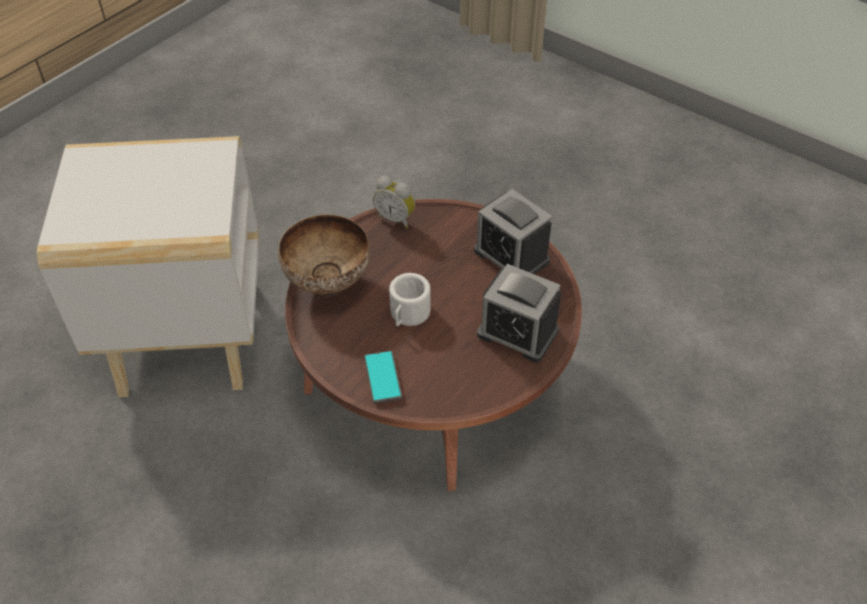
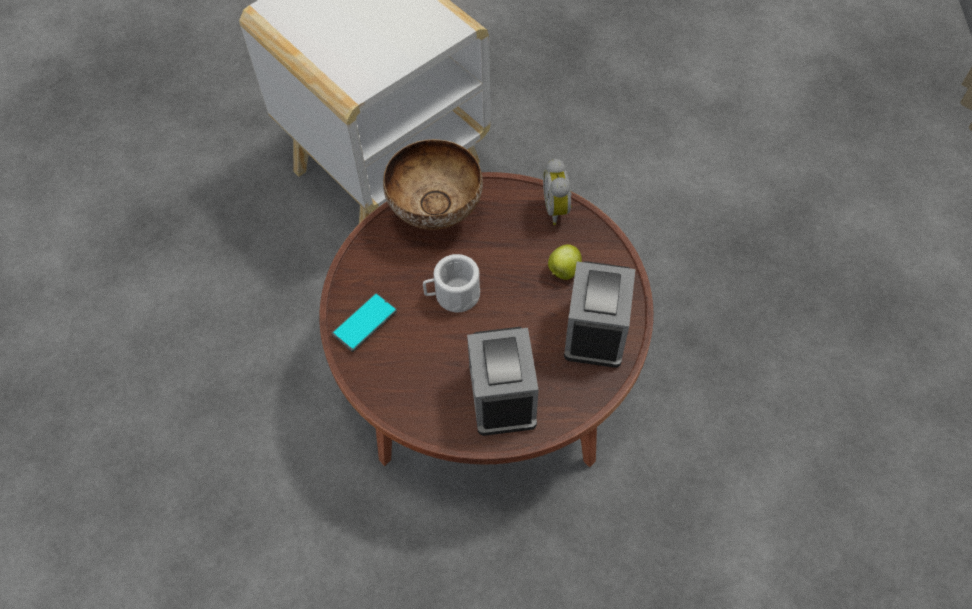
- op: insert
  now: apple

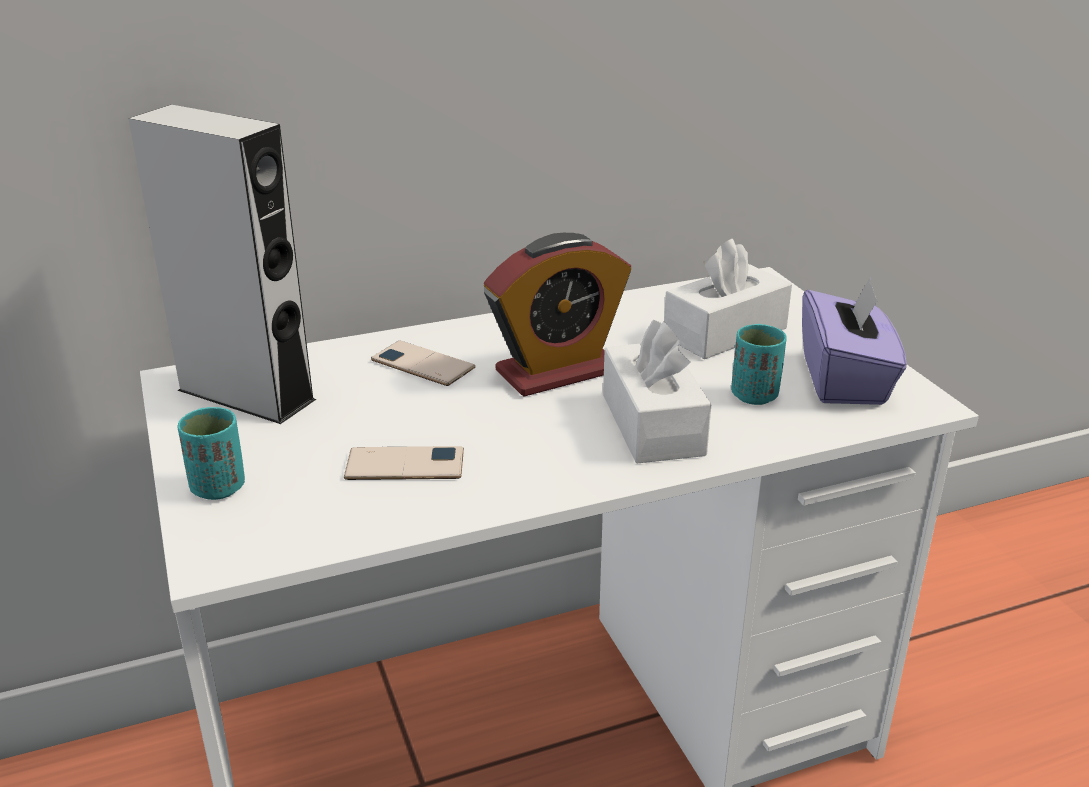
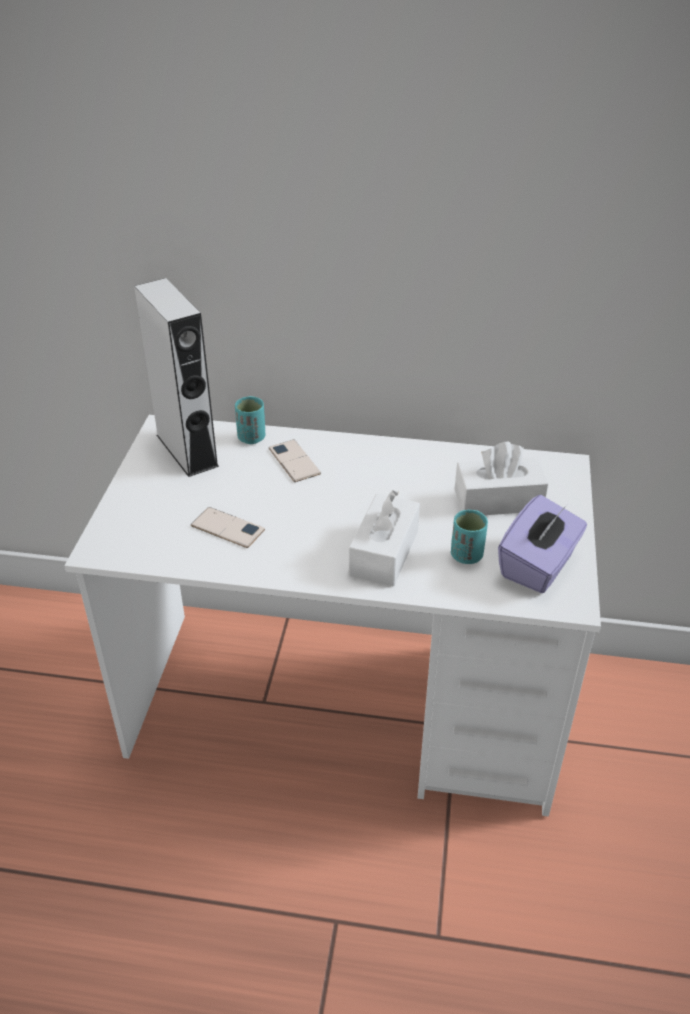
- op: delete
  was: table clock
- op: move
  was: blue-green drinking cup (1st from left)

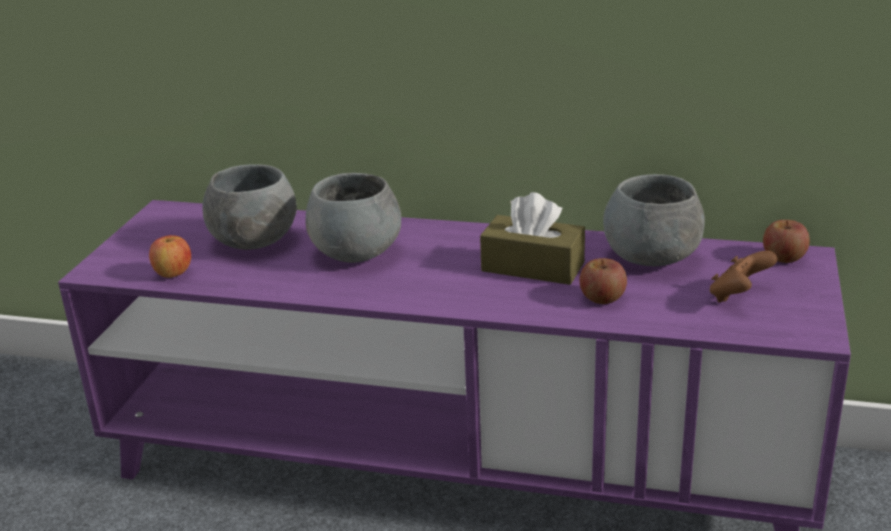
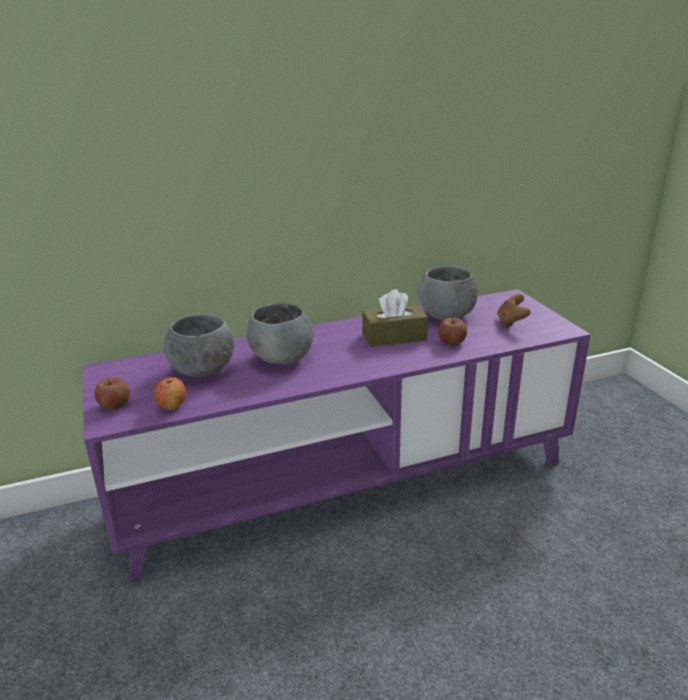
- op: move
  was: apple (3rd from left in the first image)
  now: apple (1st from left)

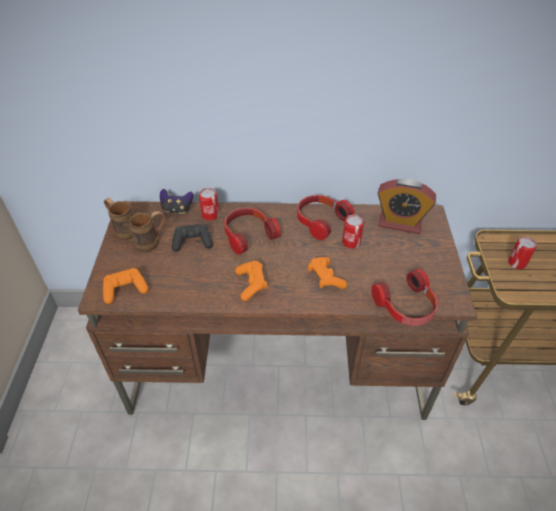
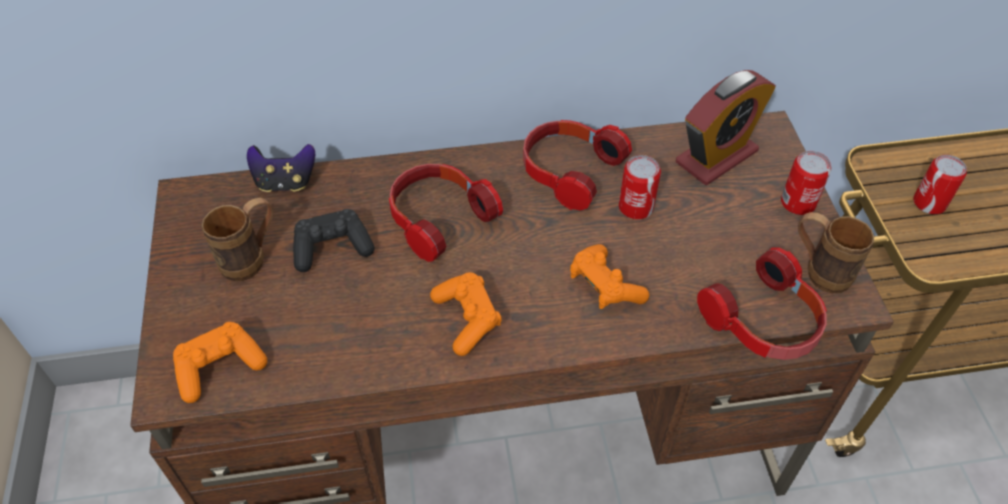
- op: rotate
  was: table clock
  clockwise: -45
- op: move
  was: sealed can (1st from left in the first image)
  now: sealed can (2nd from left)
- op: move
  was: brown-coloured tea mug (1st from left in the first image)
  now: brown-coloured tea mug (2nd from left)

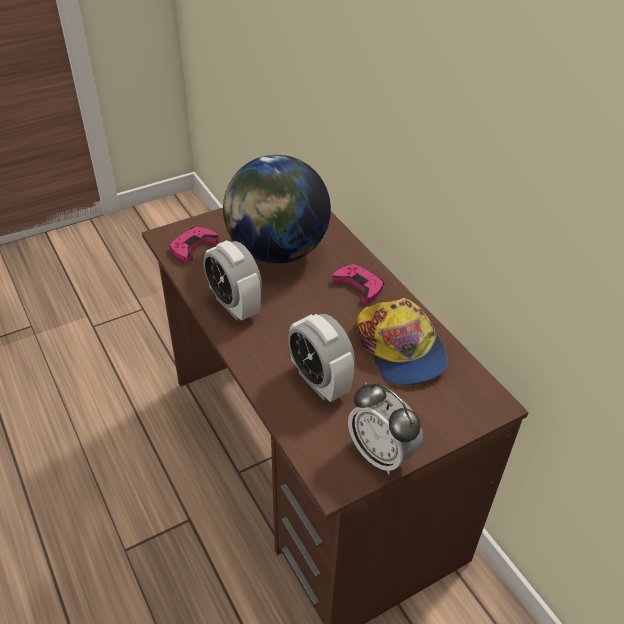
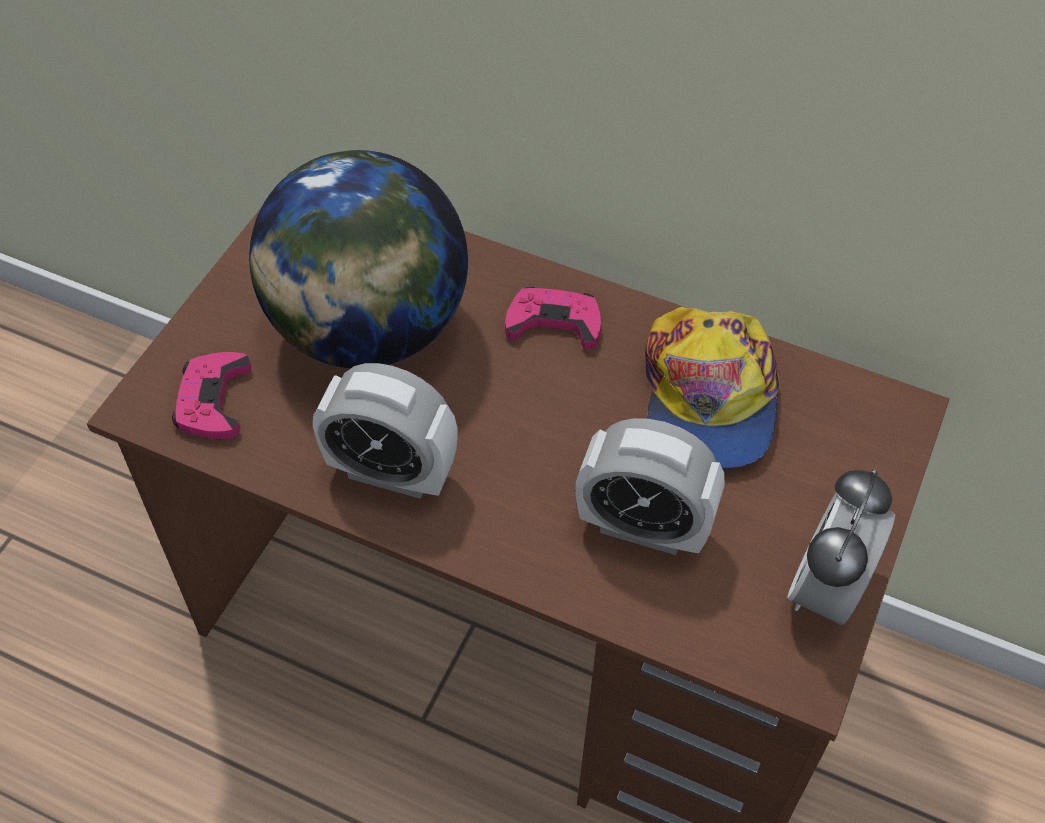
- op: rotate
  was: cap
  clockwise: 60
- op: rotate
  was: table clock (3rd from left)
  clockwise: 105

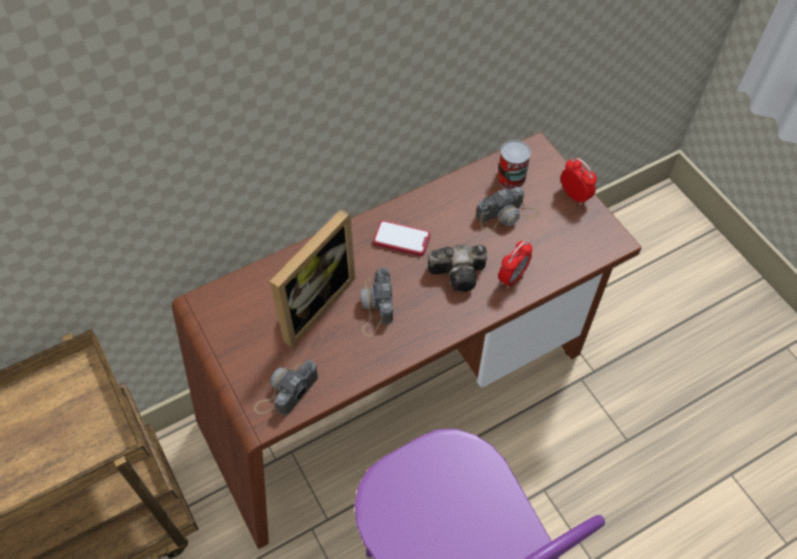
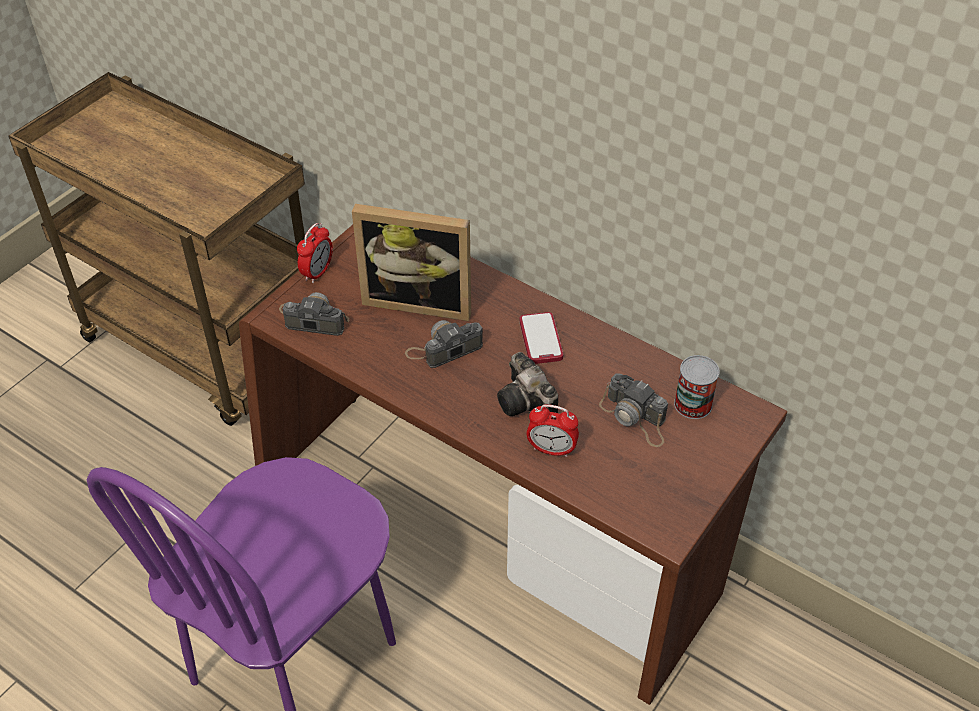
- op: move
  was: table clock (2nd from left in the first image)
  now: table clock (1st from left)

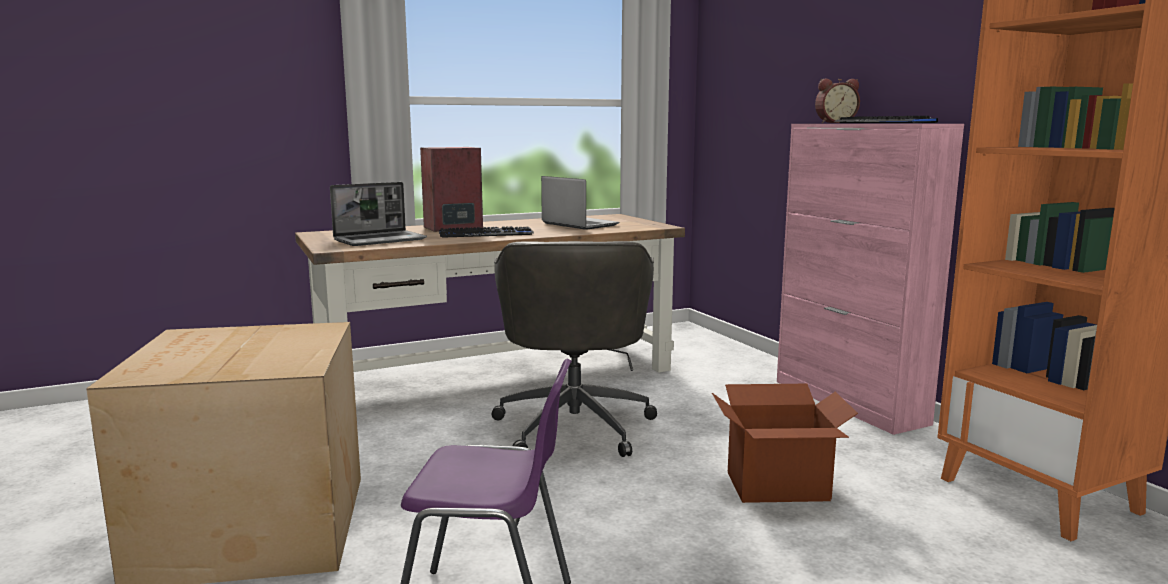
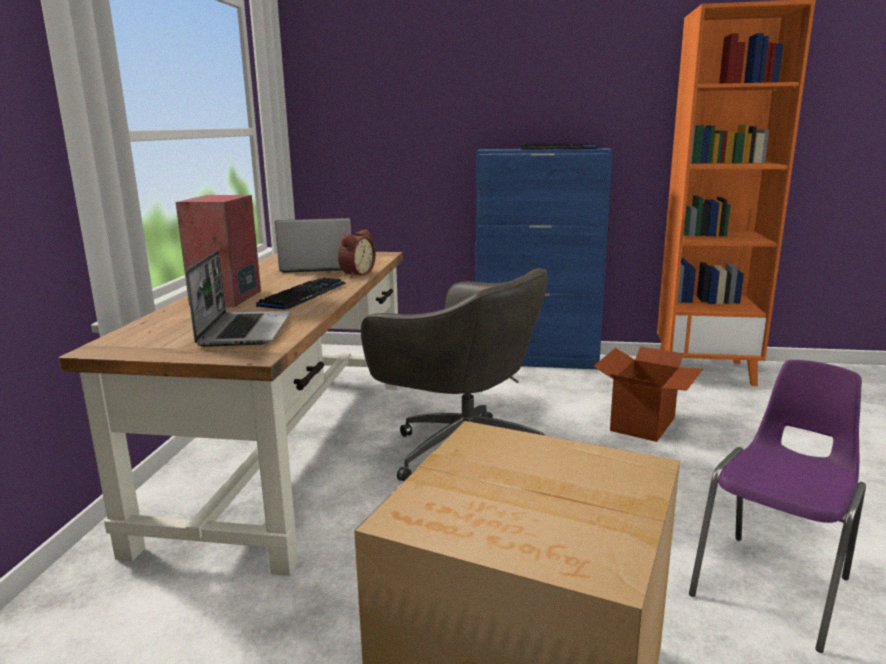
- op: move
  was: table clock
- op: recolor
  was: pink-coloured cupboard
  now: blue-coloured cupboard

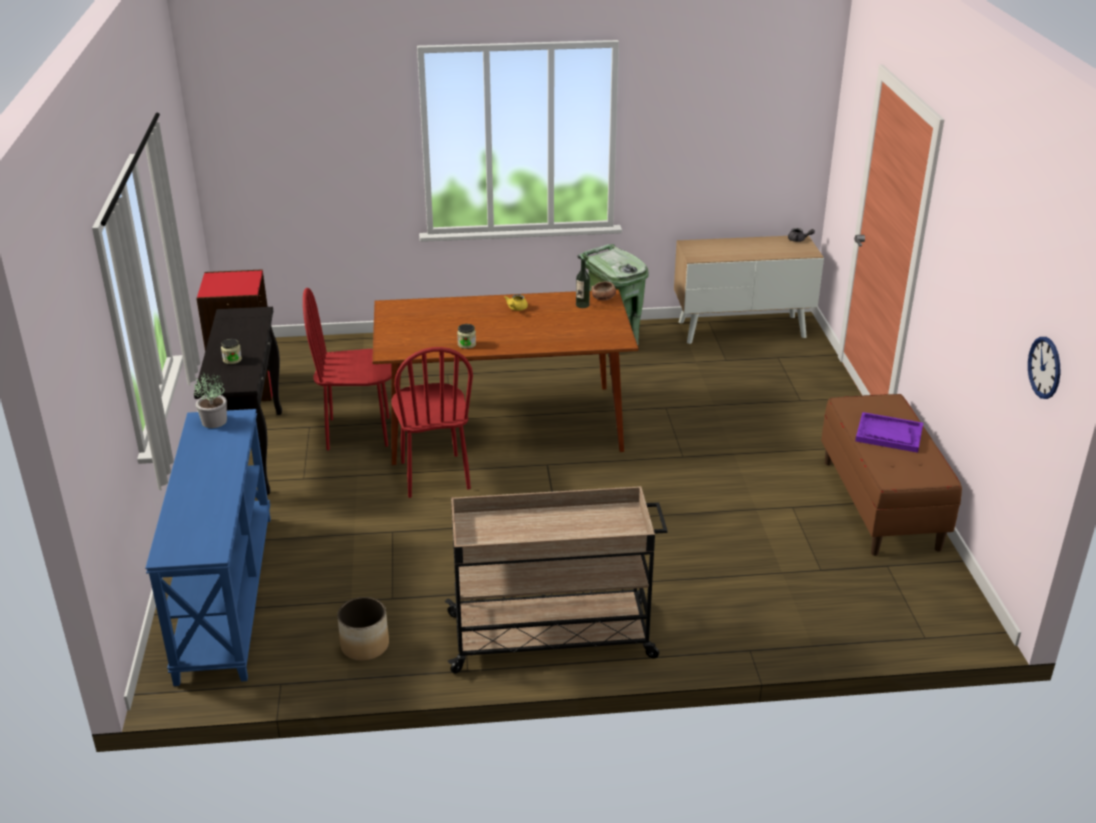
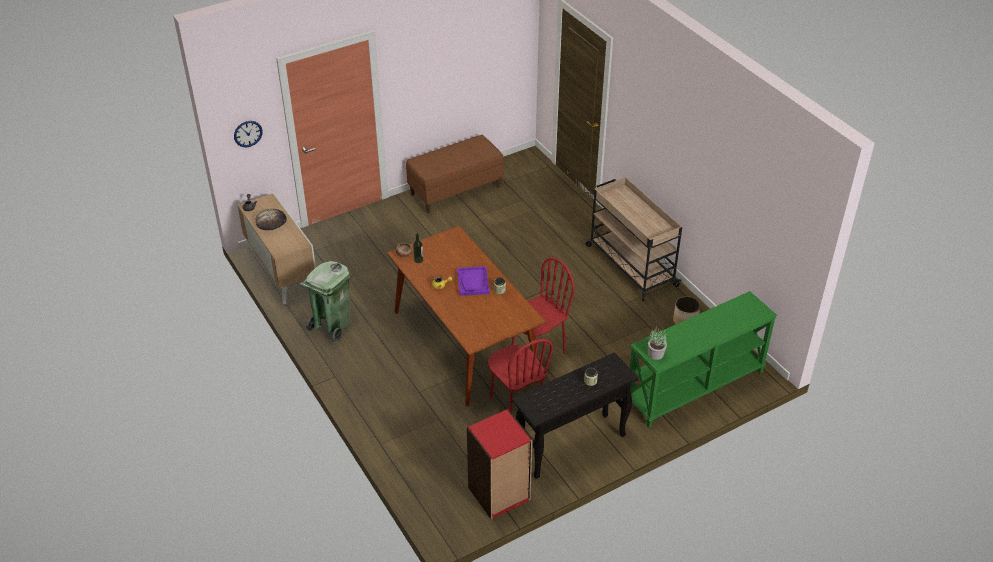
- op: move
  was: hanging clock
- op: recolor
  was: blue-coloured hall table
  now: greenish hall table
- op: move
  was: purple-coloured tray
- op: insert
  now: baked bread

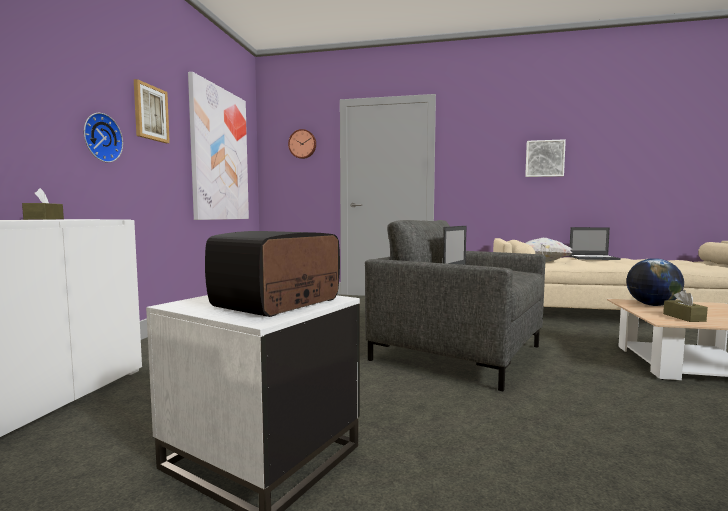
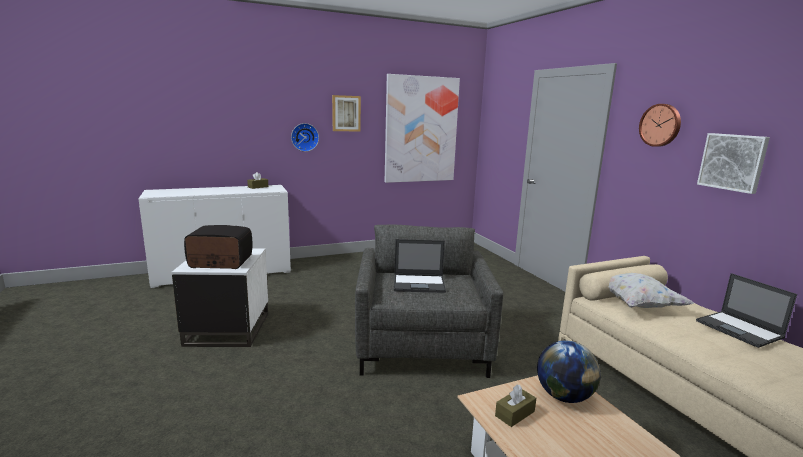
- op: move
  was: hanging clock (2nd from left)

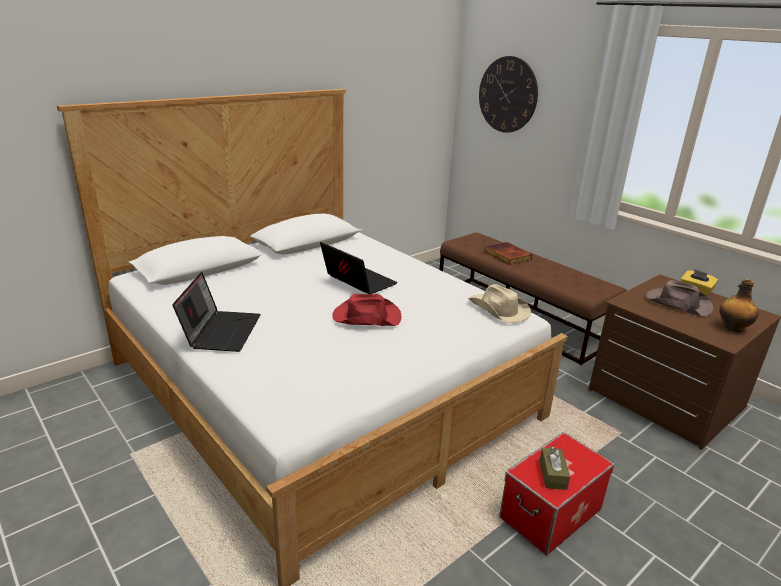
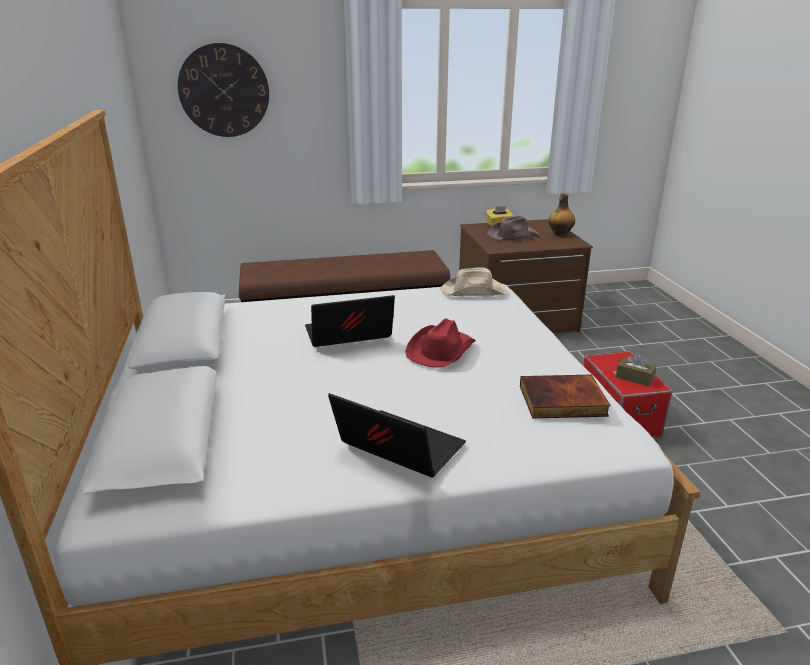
- op: move
  was: bound book

